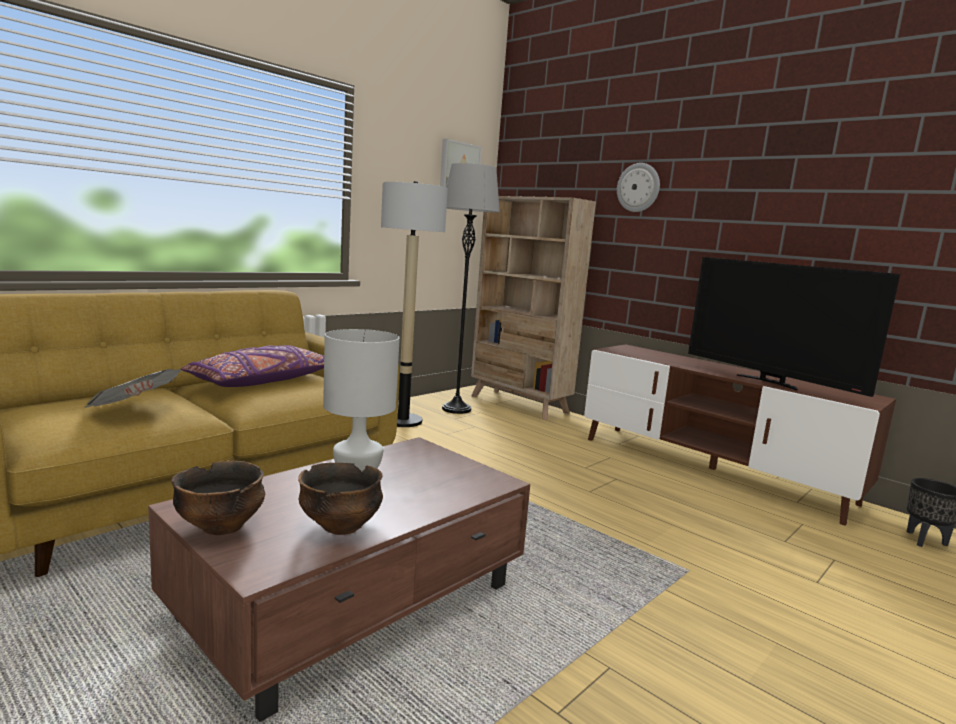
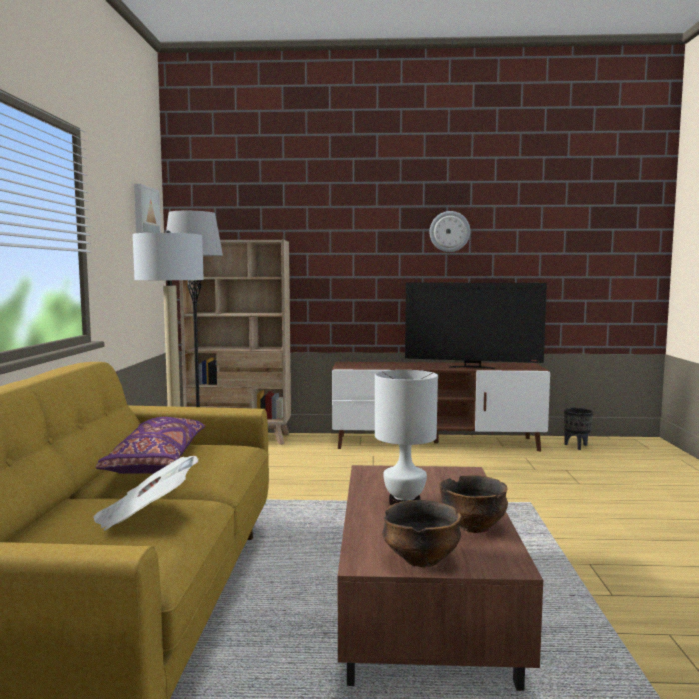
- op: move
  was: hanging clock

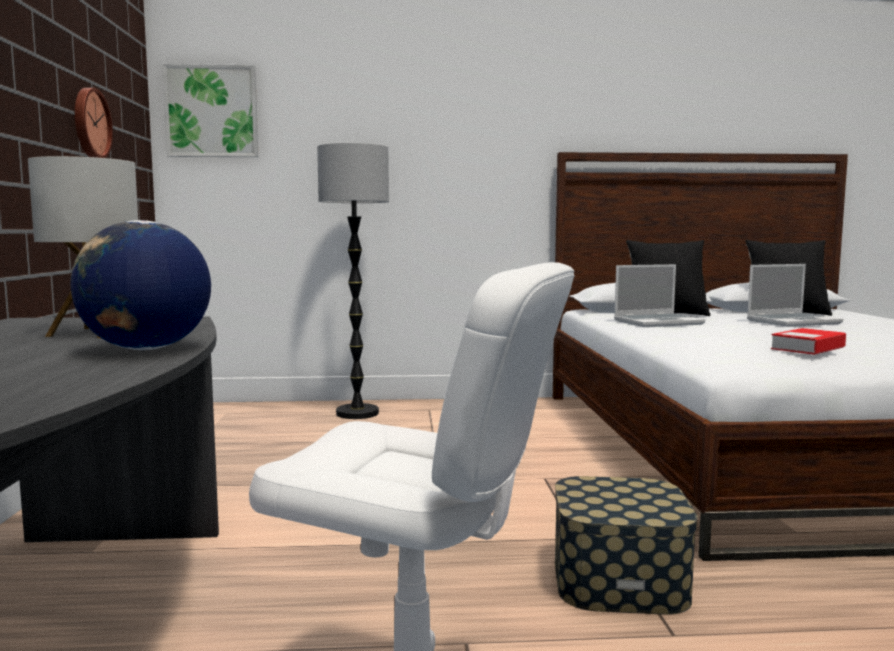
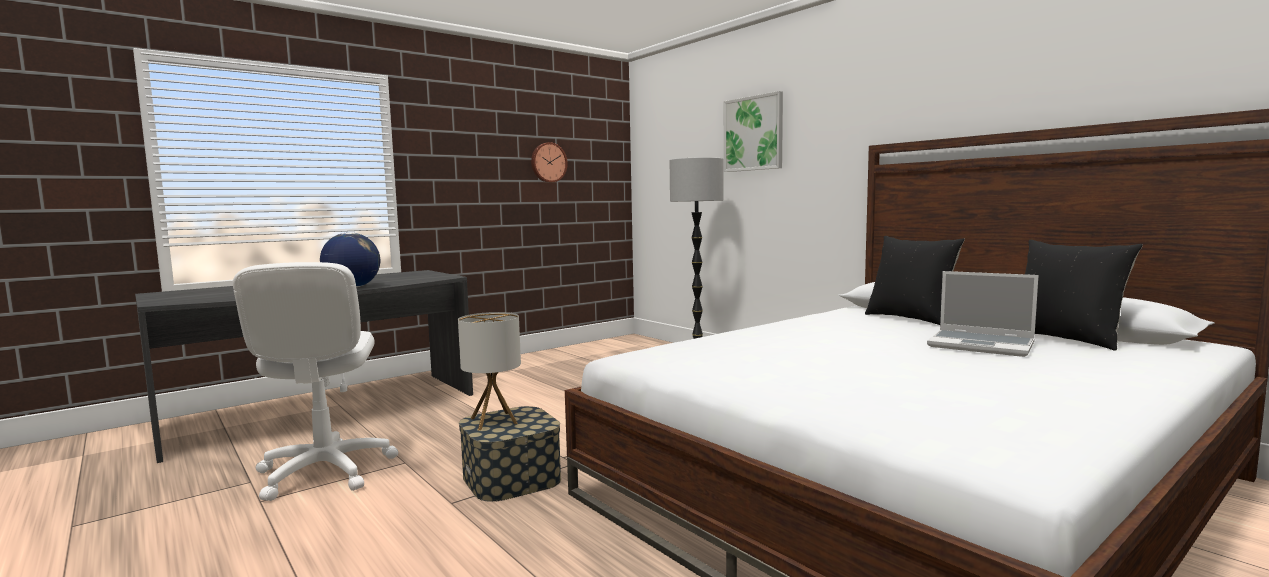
- op: move
  was: picture
- op: move
  was: tabletop lamp
- op: delete
  was: notebook computer (1st from left)
- op: delete
  was: bound book

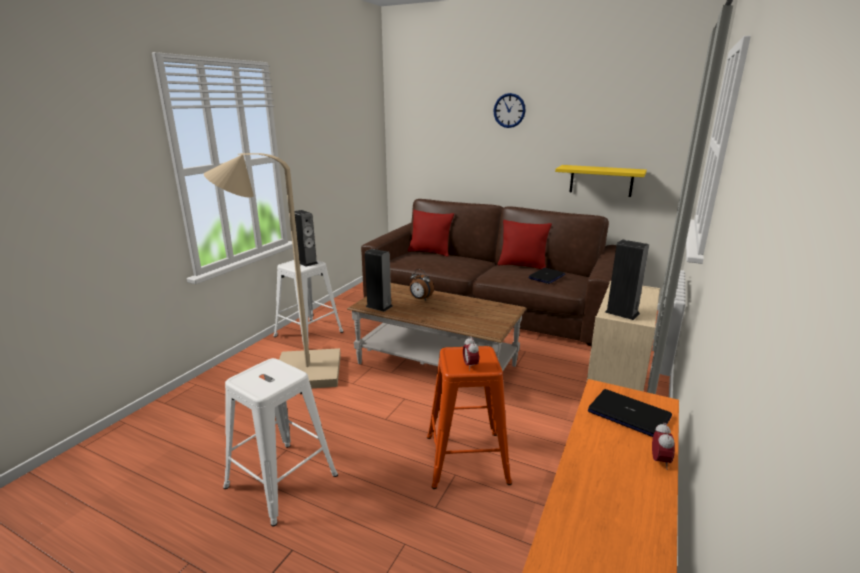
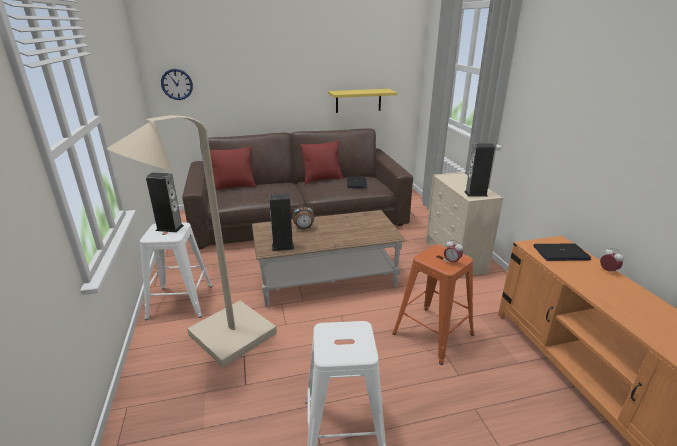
- op: move
  was: hanging clock

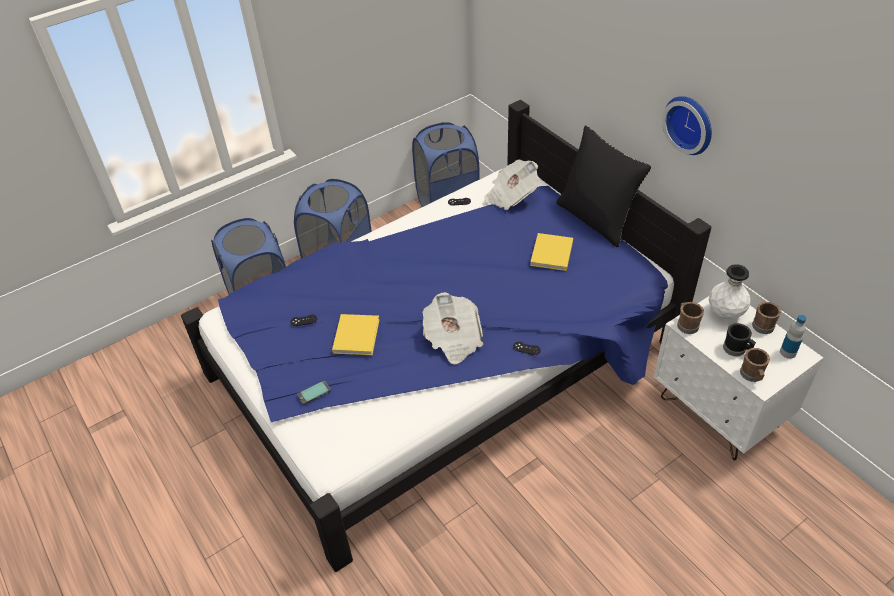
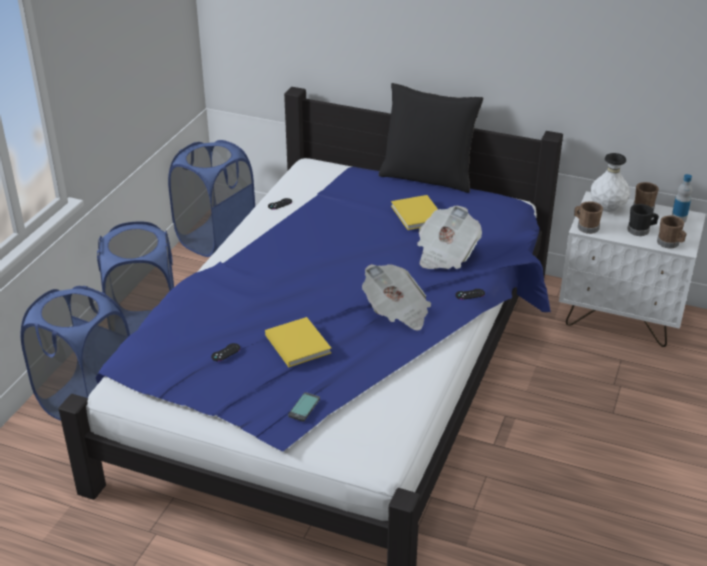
- op: delete
  was: hanging clock
- op: move
  was: daily paper (2nd from left)

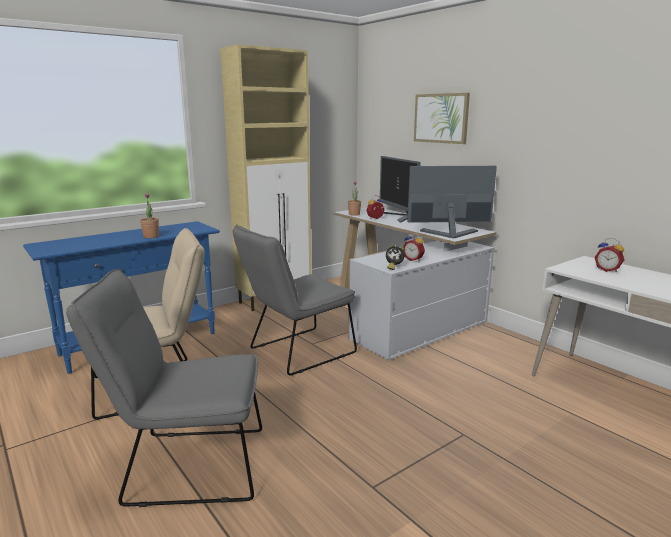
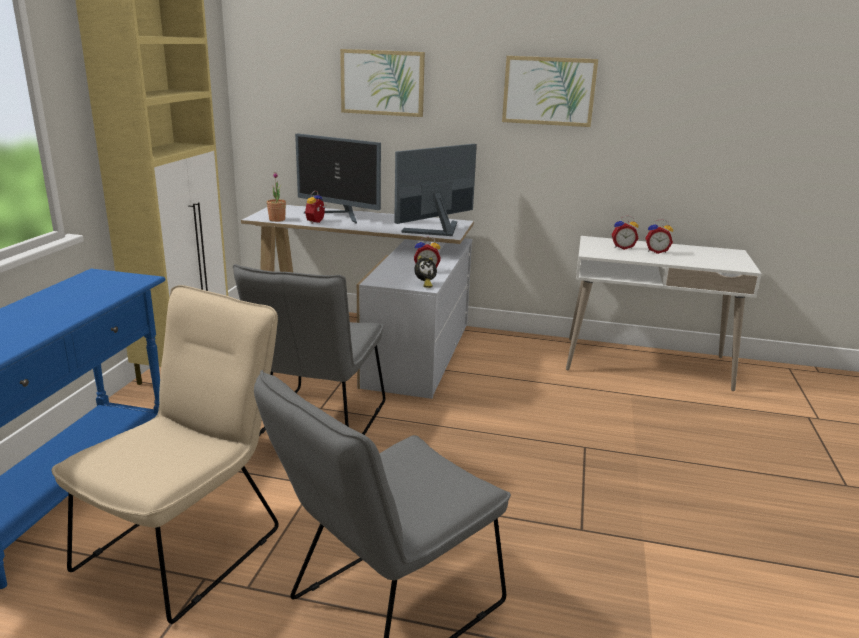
- op: delete
  was: houseplant (1st from left)
- op: insert
  now: picture (2nd from left)
- op: insert
  now: table clock (5th from left)

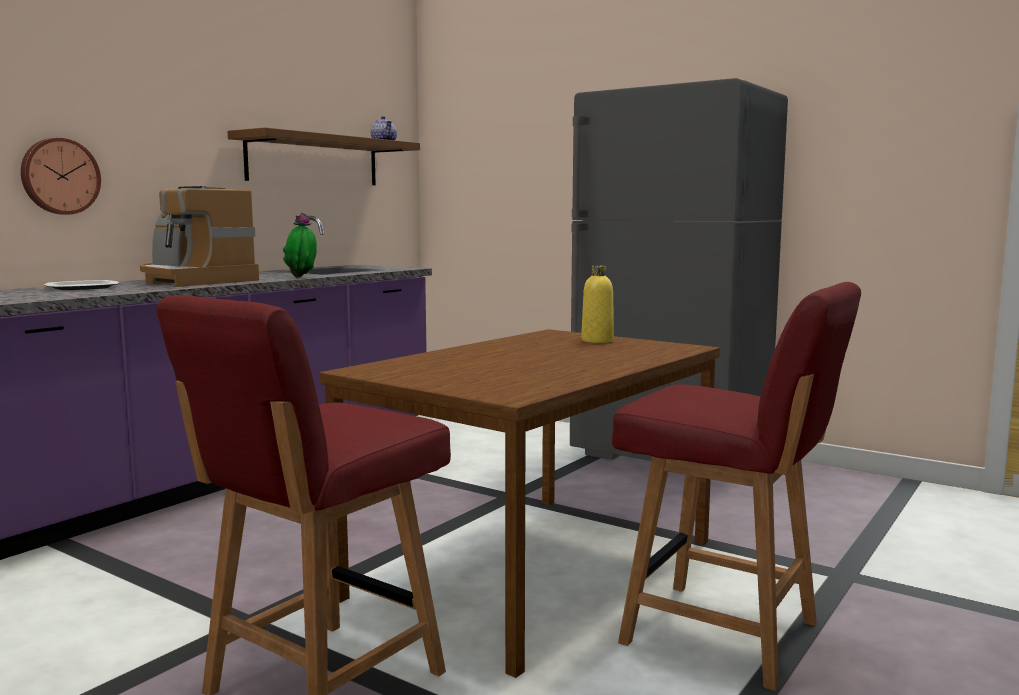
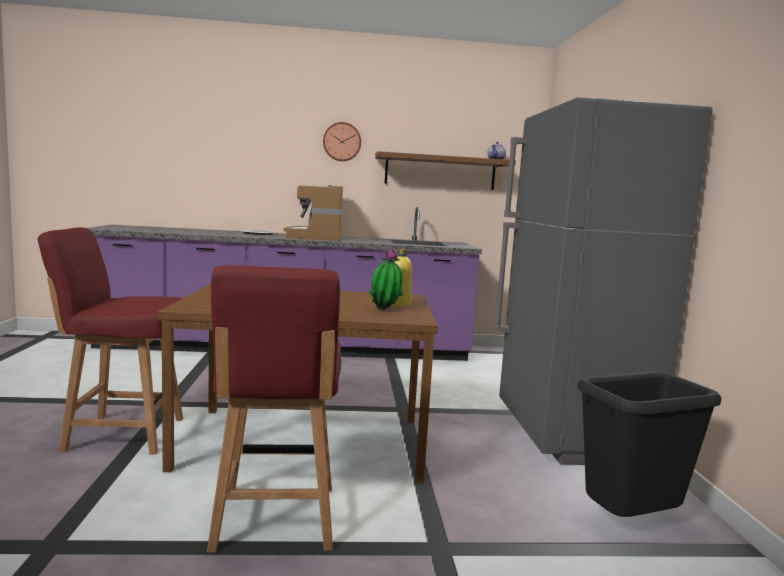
- op: move
  was: hanging clock
- op: move
  was: houseplant
- op: insert
  now: black waste bin

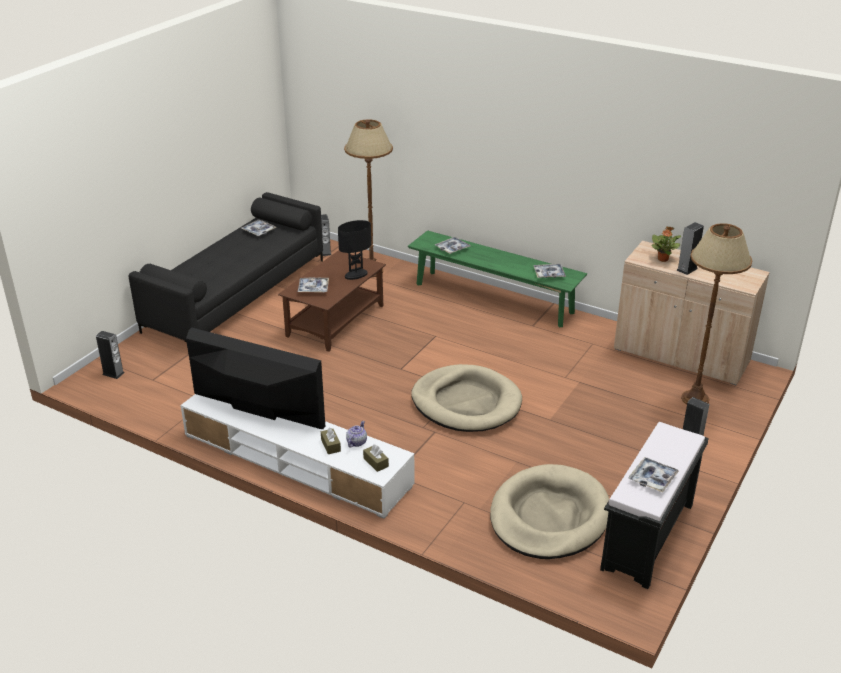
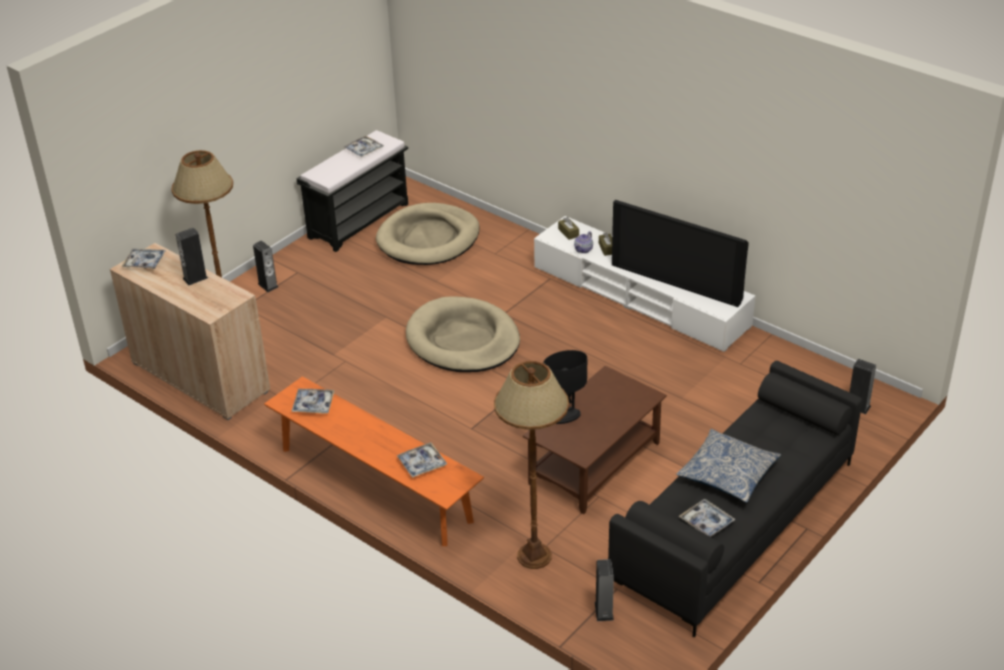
- op: delete
  was: houseplant
- op: recolor
  was: greenish indoor bench
  now: orange indoor bench
- op: move
  was: tray (2nd from left in the first image)
  now: tray (1st from left)
- op: insert
  now: throw pillow

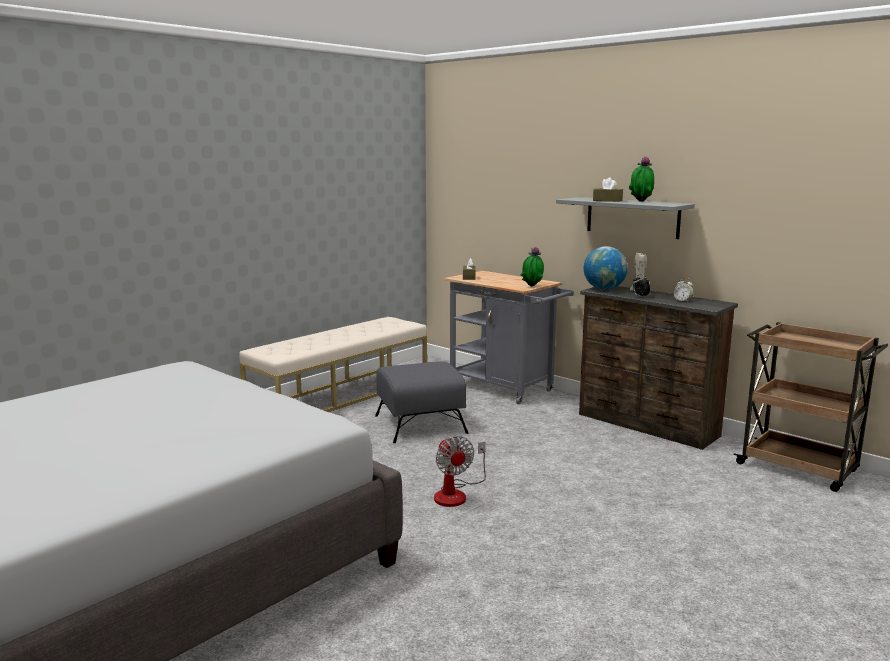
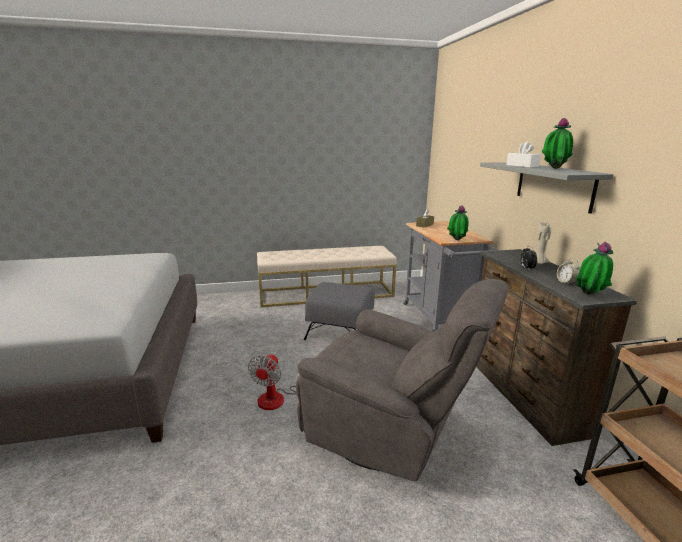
- op: recolor
  was: brown-coloured box of tissues (2nd from left)
  now: white box of tissues
- op: delete
  was: desk globe
- op: insert
  now: houseplant (3rd from left)
- op: insert
  now: grey armchair

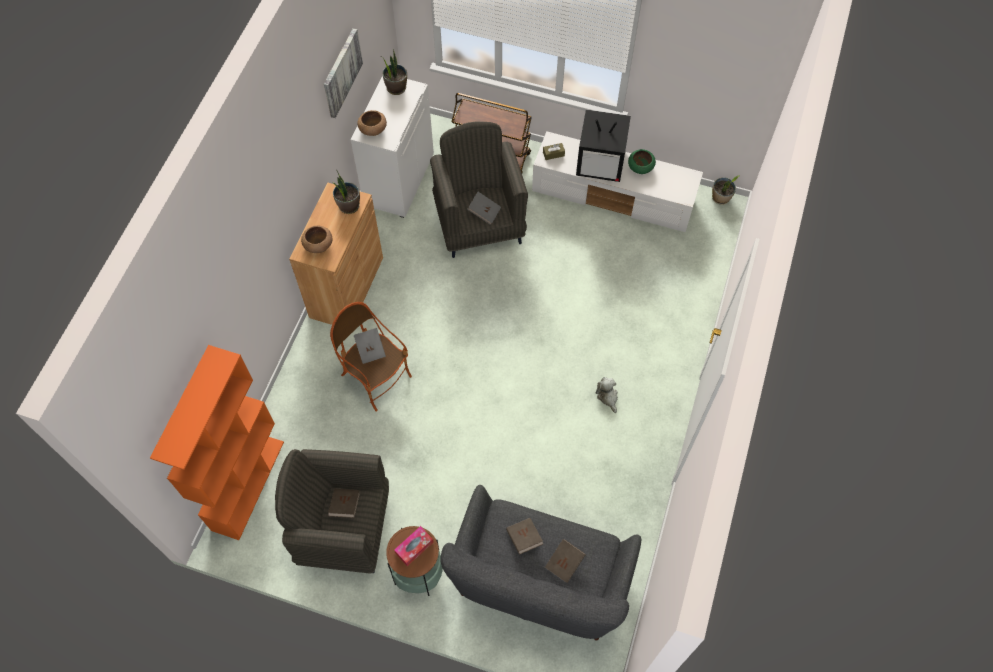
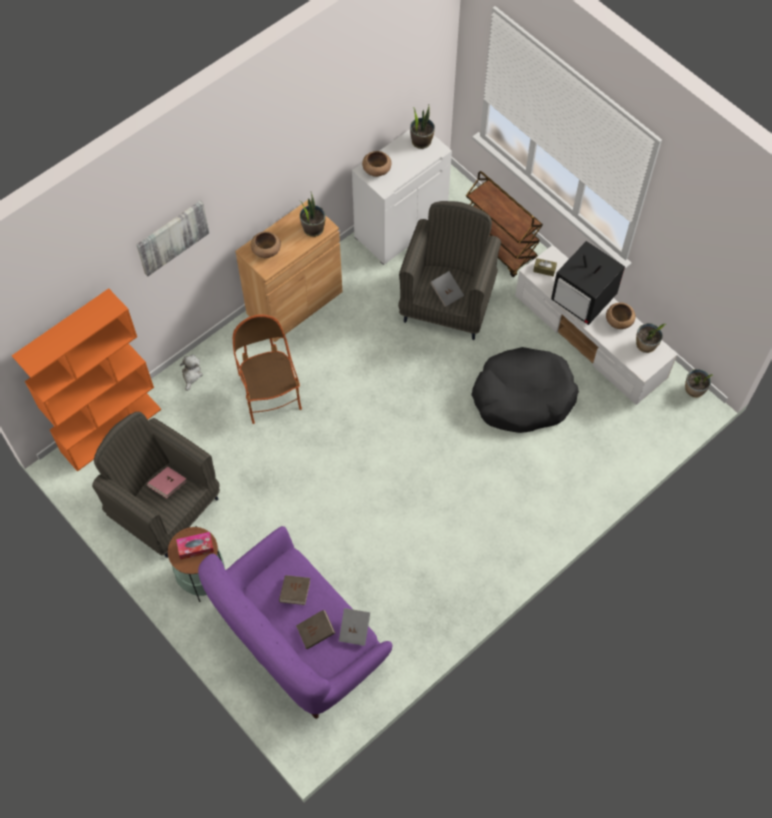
- op: move
  was: picture
- op: recolor
  was: greenish deep dish
  now: brown-coloured deep dish (3rd from left)
- op: move
  was: grey bound book (1st from left)
- op: move
  was: cuddly toy
- op: recolor
  was: grey couch
  now: purple-coloured couch
- op: recolor
  was: brown-coloured bound book (1st from left)
  now: pink-coloured bound book
- op: insert
  now: houseplant (3rd from left)
- op: insert
  now: black dog cushion

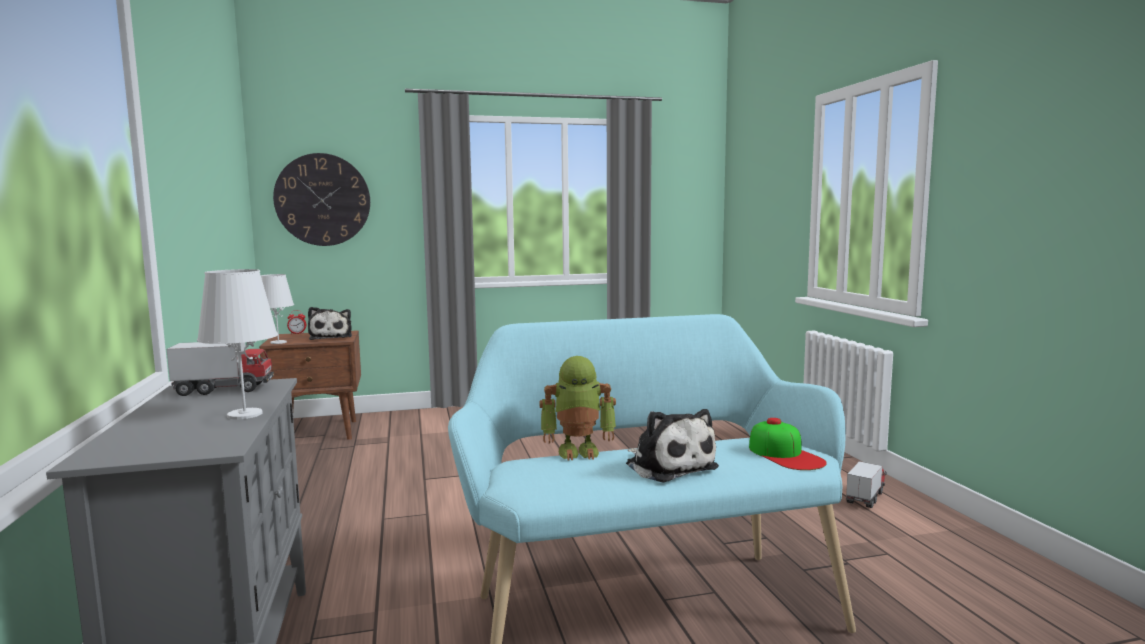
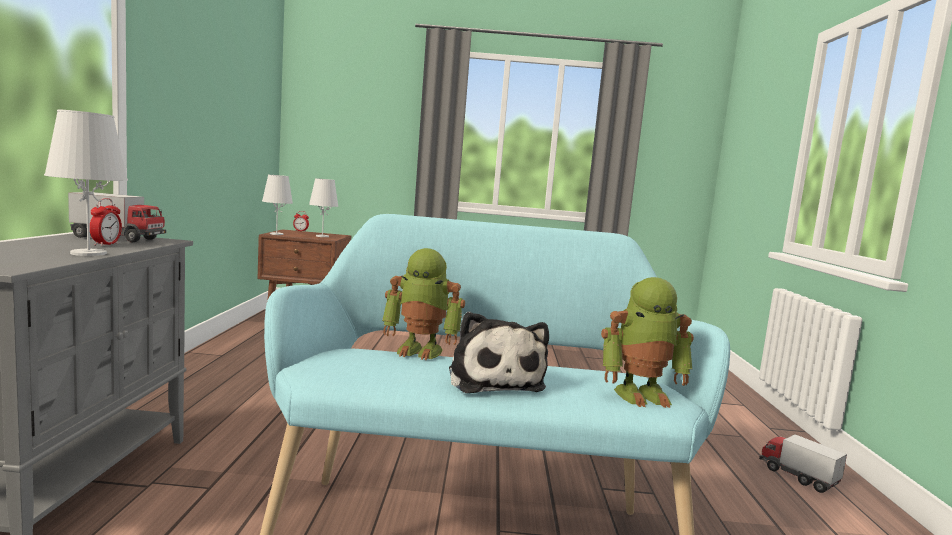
- op: delete
  was: hanging clock
- op: replace
  was: cuddly toy (1st from left)
  now: white tabletop lamp (3rd from left)
- op: replace
  was: cap
  now: robot figure (2nd from left)
- op: rotate
  was: toy lorry (2nd from left)
  clockwise: -90
- op: insert
  now: table clock (1st from left)

